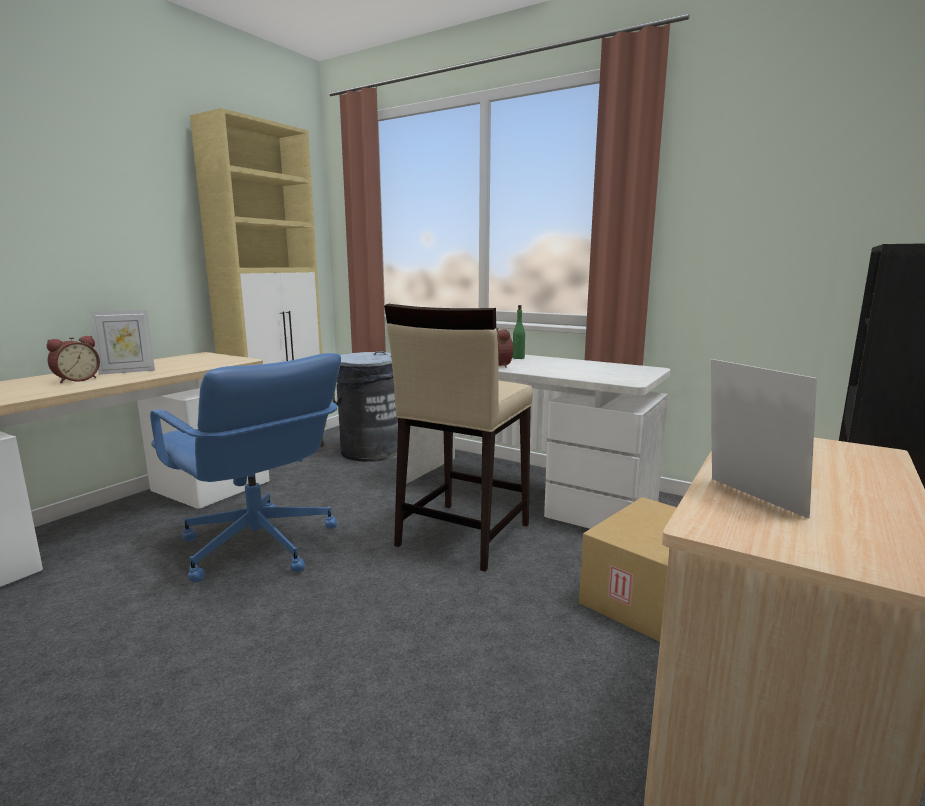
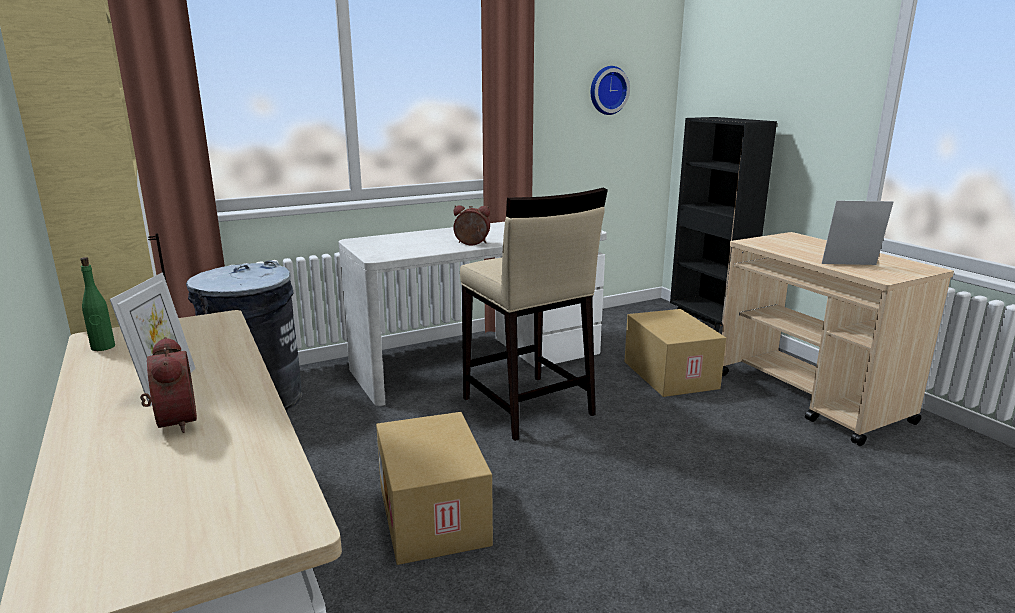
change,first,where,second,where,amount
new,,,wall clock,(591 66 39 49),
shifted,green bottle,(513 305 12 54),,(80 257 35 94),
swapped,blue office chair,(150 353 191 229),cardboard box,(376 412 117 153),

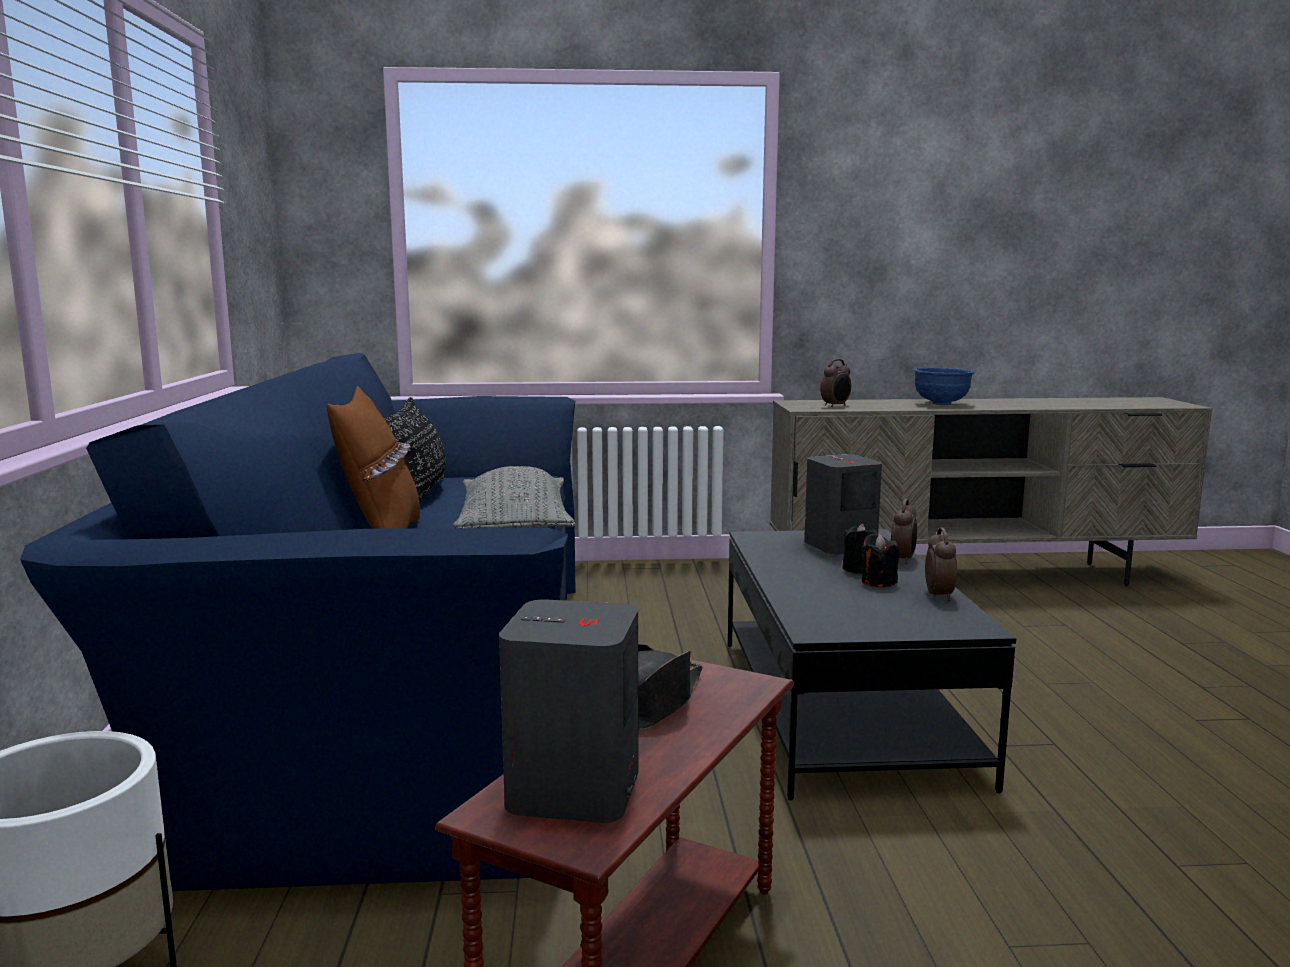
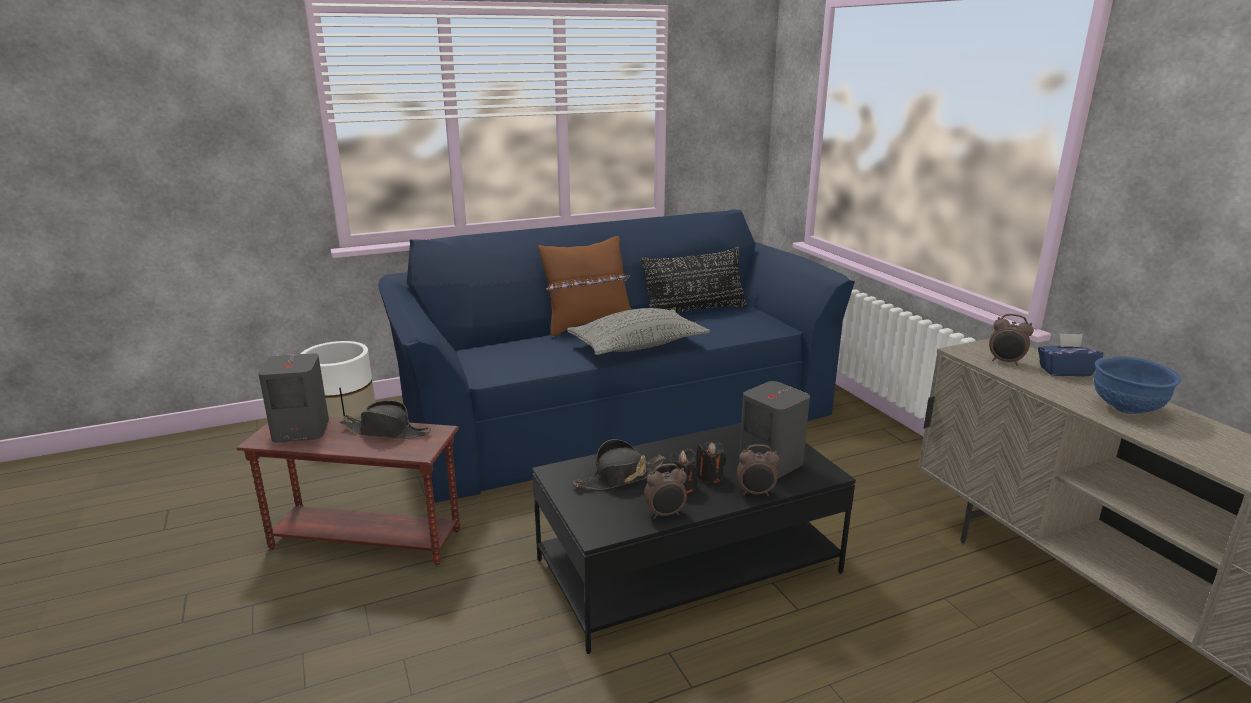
change,first,where,second,where,amount
new,,,black hat,(572 439 94 51),
new,,,blue tissue box,(1038 333 66 43),

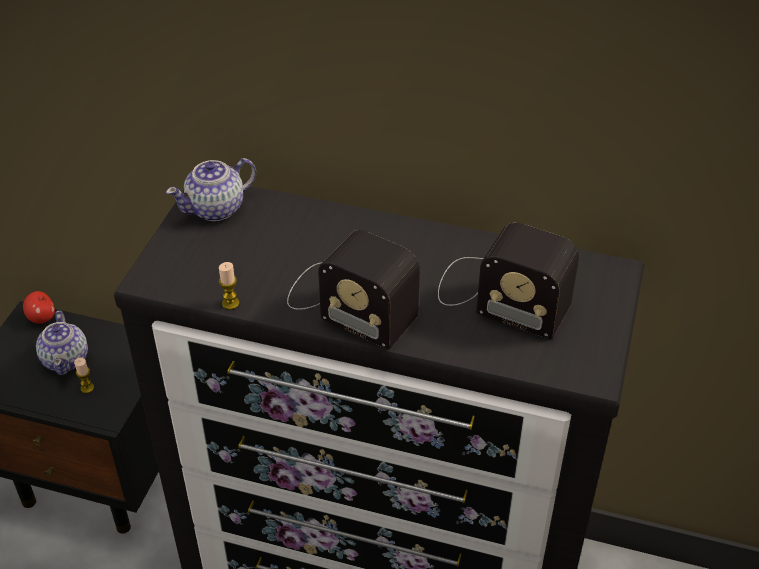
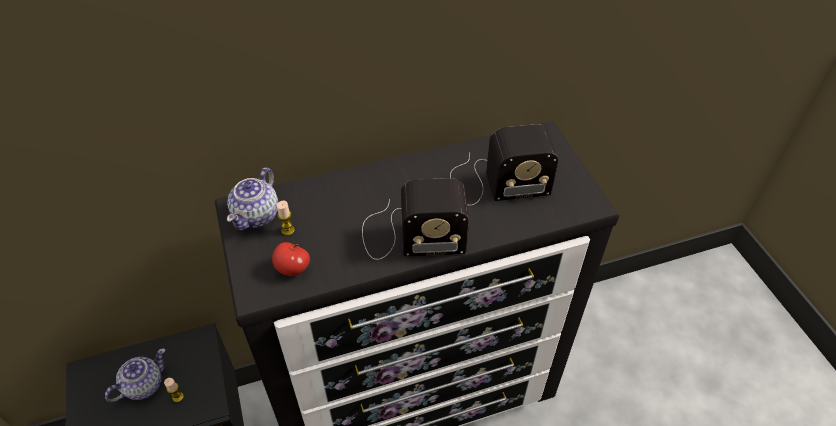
change,first,where,second,where,amount
shifted,apple,(23 291 32 33),,(272 242 38 34),
shifted,candle,(219 262 21 48),,(277 201 18 35),
rotated,teapot,(36 310 52 65),,(105 348 61 55),90 degrees counterclockwise

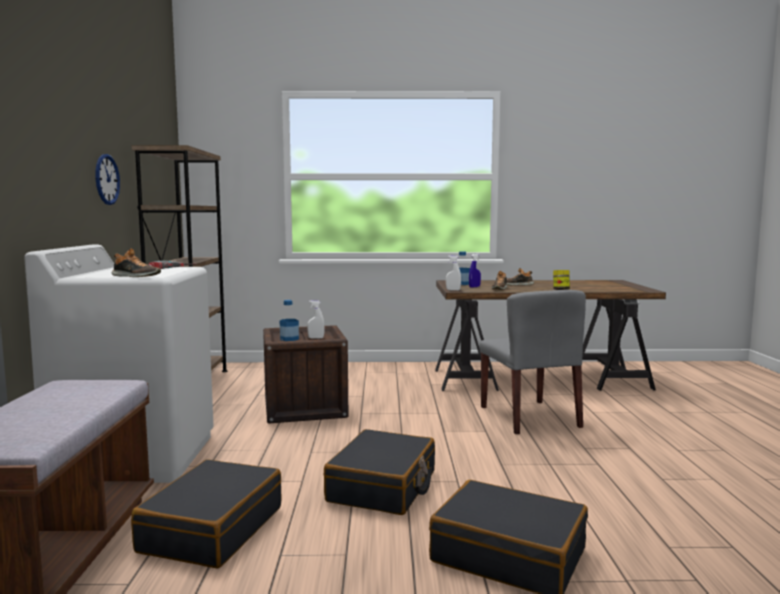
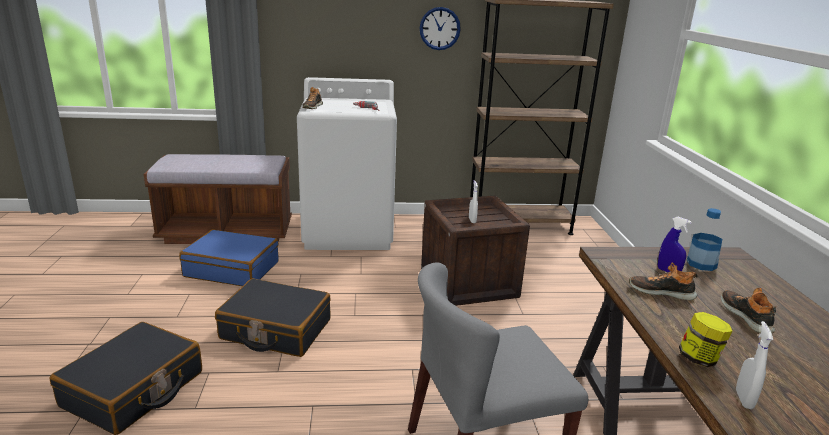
change,first,where,second,where,amount
gone,bottle,(280 300 19 41),,,
shifted,white spray bottle,(446 256 15 35),,(736 321 37 88),
repainted,black suitcase,(131 459 151 109),blue suitcase,(179 230 100 56),

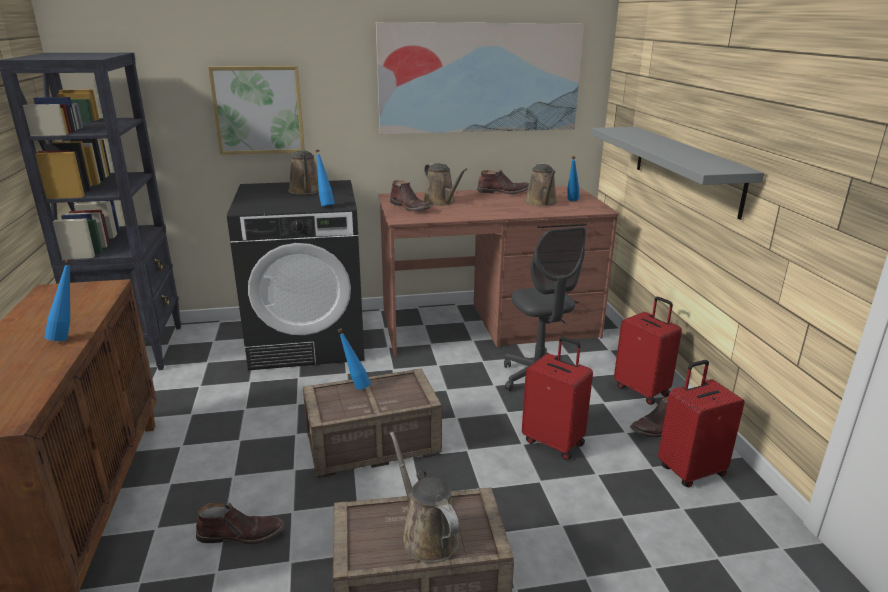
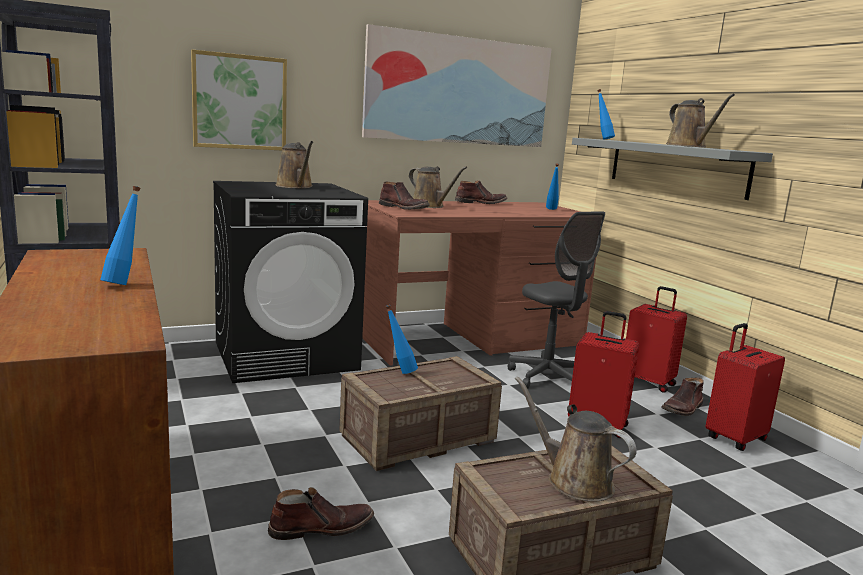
change,first,where,second,where,amount
shifted,blue bottle,(315 150 20 56),,(597 89 18 50),
shifted,brown watering can,(525 164 33 42),,(666 93 69 54),

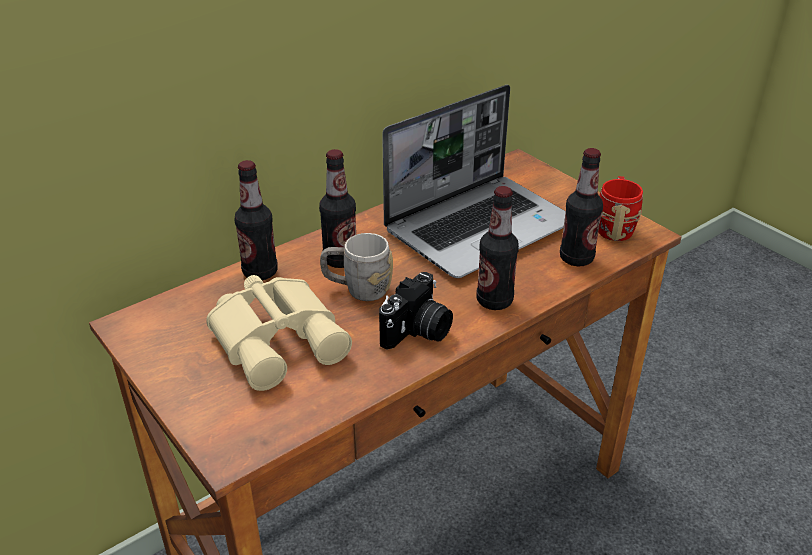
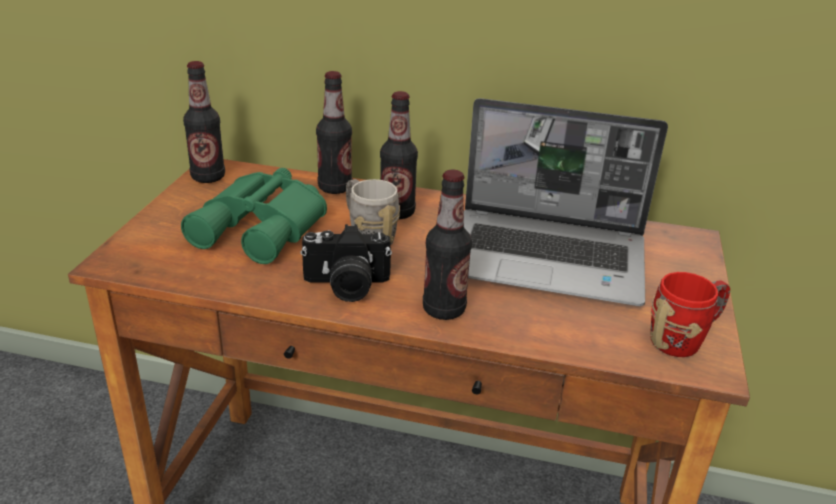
change,first,where,second,where,amount
shifted,bottle,(560 148 43 118),,(183 61 42 122),
repainted,beige binoculars,(206 275 146 116),green binoculars,(181 168 146 96),

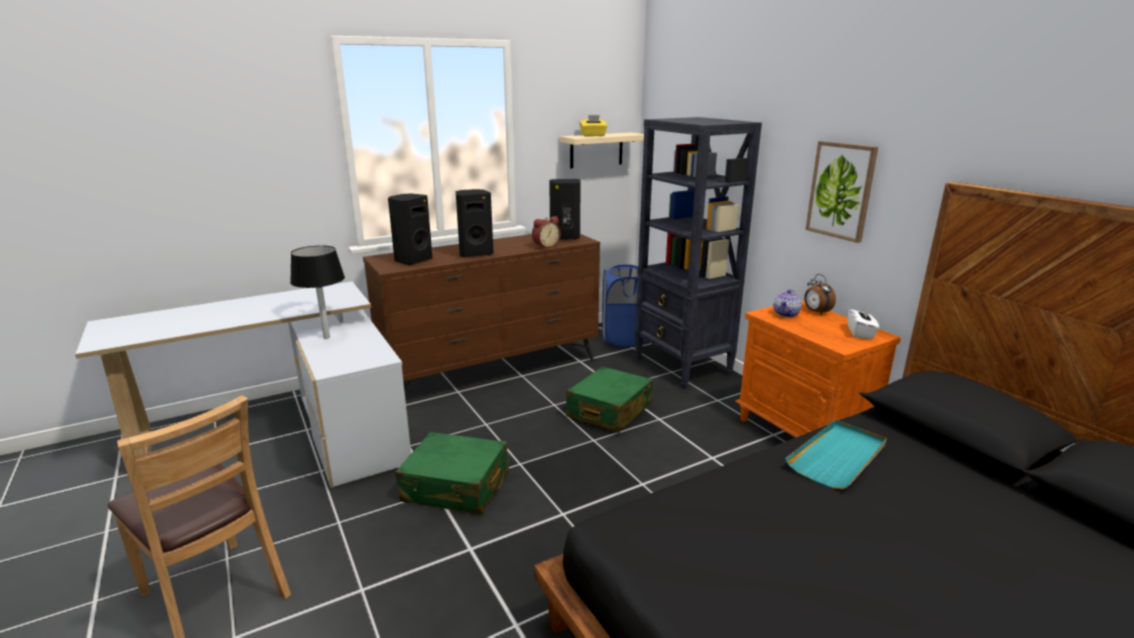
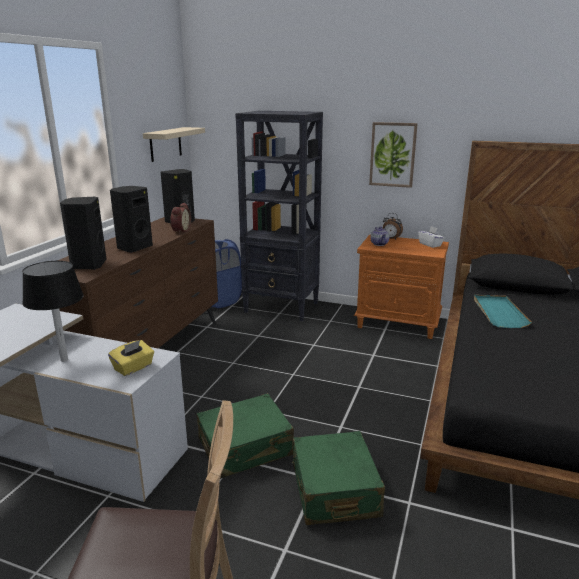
change,first,where,second,where,amount
shifted,green suitcase,(566 366 87 67),,(292 431 93 94),
shifted,yellow tissue box,(580 115 27 22),,(108 340 46 36),

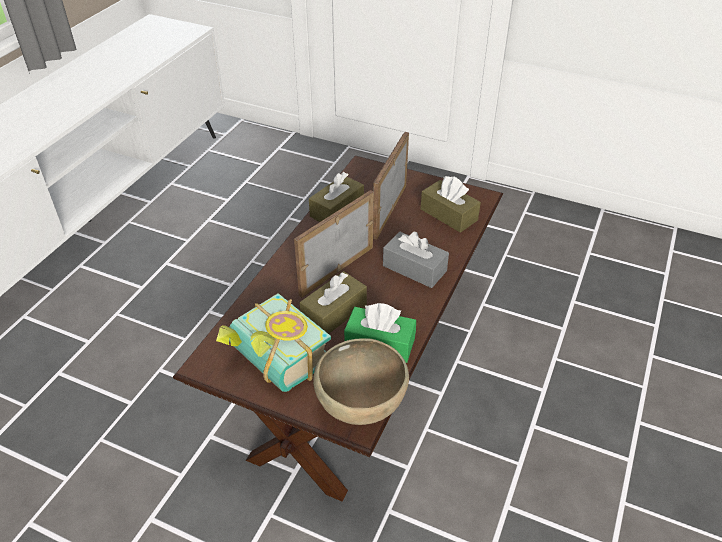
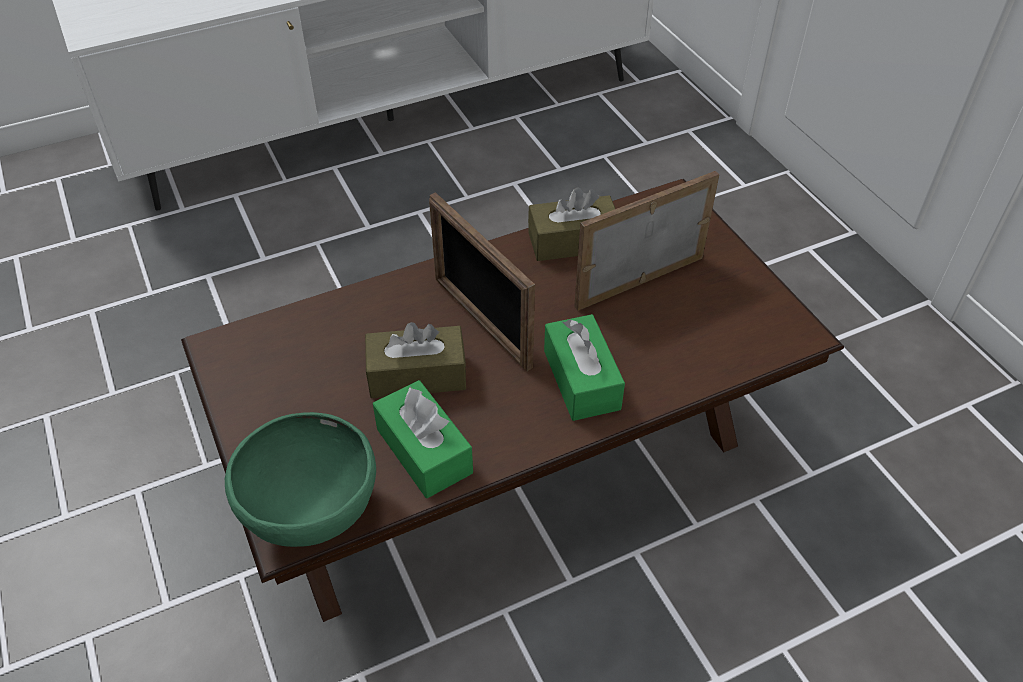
change,first,where,second,where,amount
gone,book,(216 293 115 99),,,
gone,brown tissue box,(421 176 60 57),,,
repainted,brown bowl,(313 338 96 87),green bowl,(225 412 151 135),
repainted,grey tissue box,(383 232 66 56),green tissue box,(544 314 81 107),
rotated,picture frame,(294 190 80 108),,(429 192 106 179),120 degrees counterclockwise

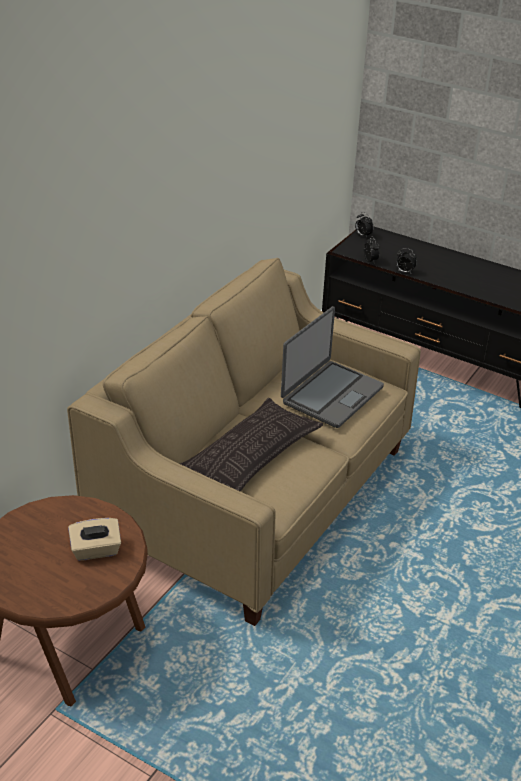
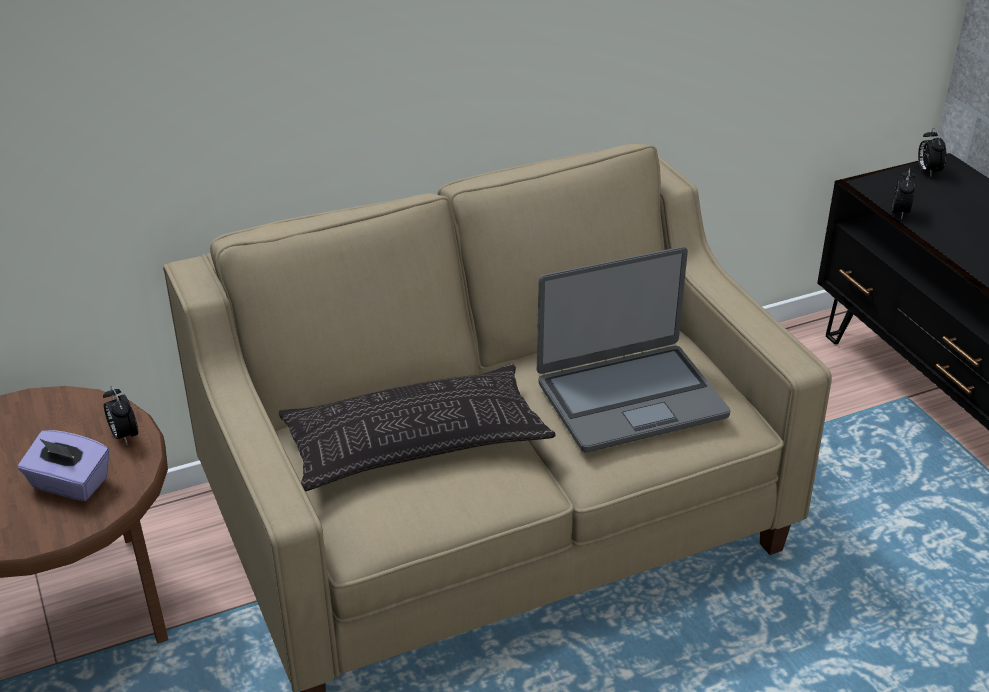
change,first,where,second,where,amount
shifted,alarm clock,(396 248 21 25),,(103 386 35 59),
repainted,beige tissue box,(68 518 53 43),purple tissue box,(18 430 91 71),

